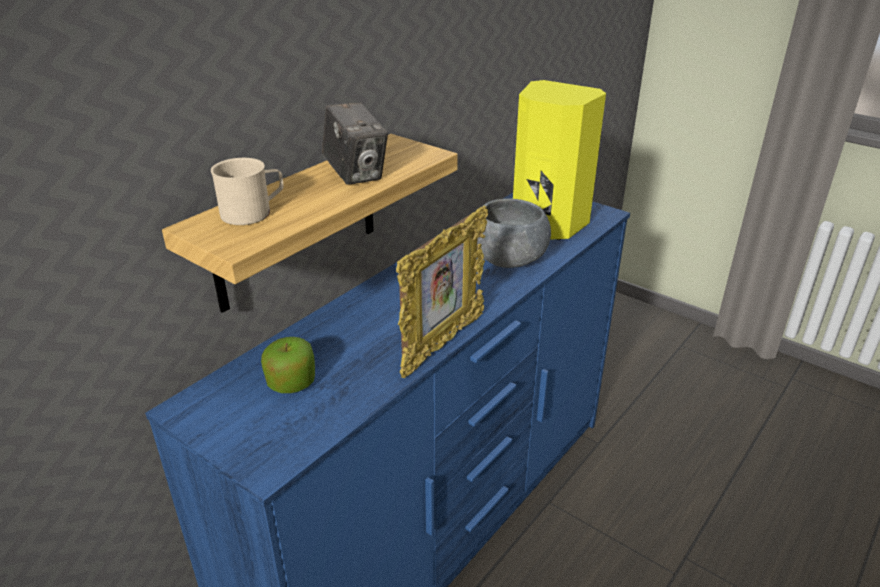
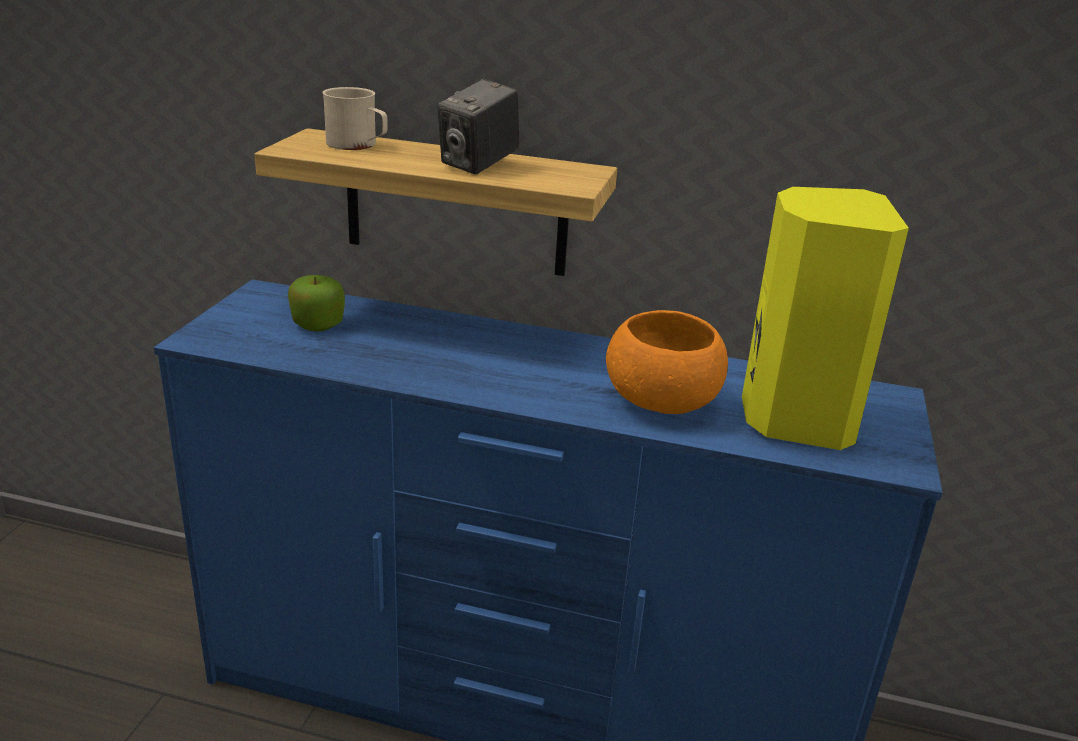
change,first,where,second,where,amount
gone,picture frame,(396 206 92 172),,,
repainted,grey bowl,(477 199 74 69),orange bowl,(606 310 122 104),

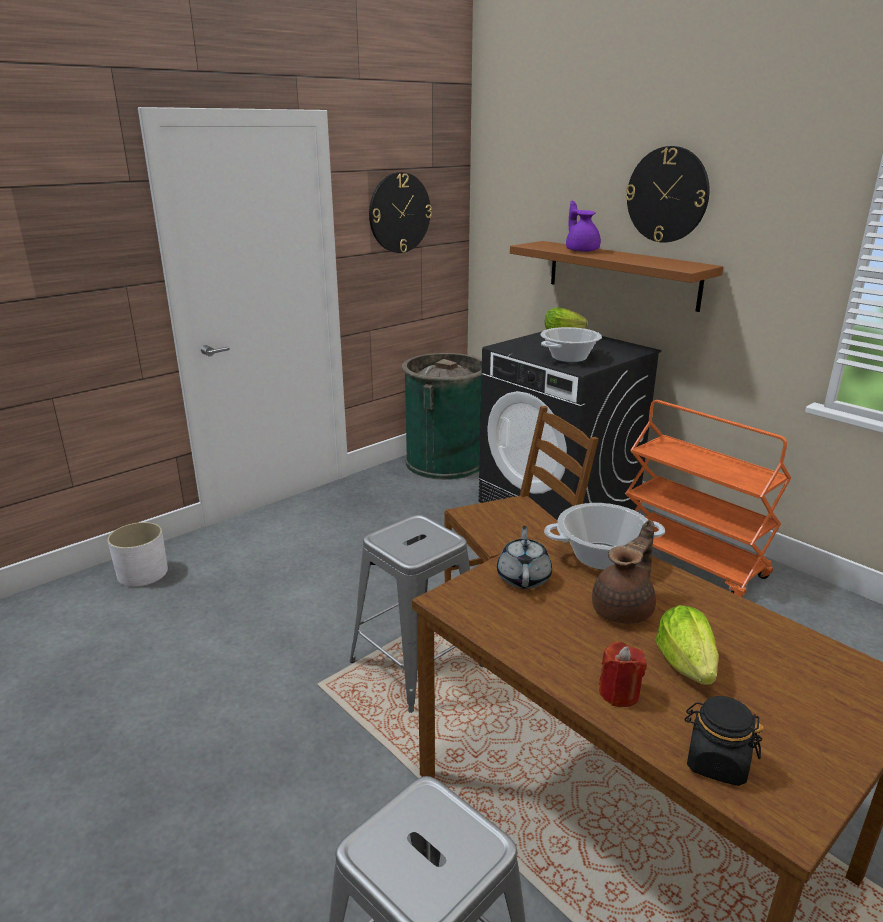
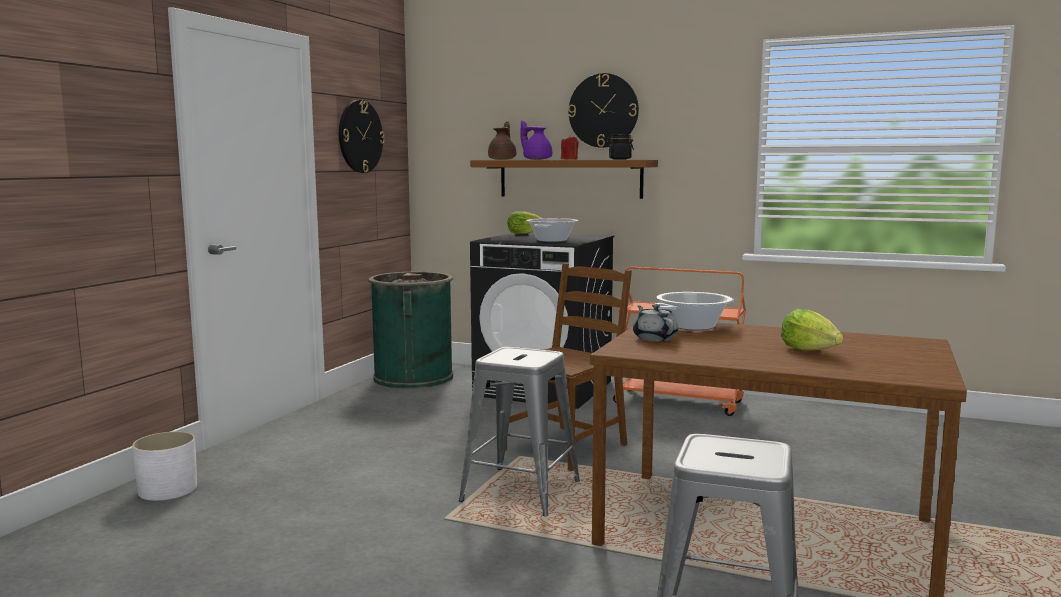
change,first,where,second,where,amount
shifted,brown teapot,(592 520 64 104),,(488 121 28 39),
shifted,red candle,(599 641 48 66),,(561 135 18 25),
shifted,black jar,(685 696 79 90),,(606 134 28 26),

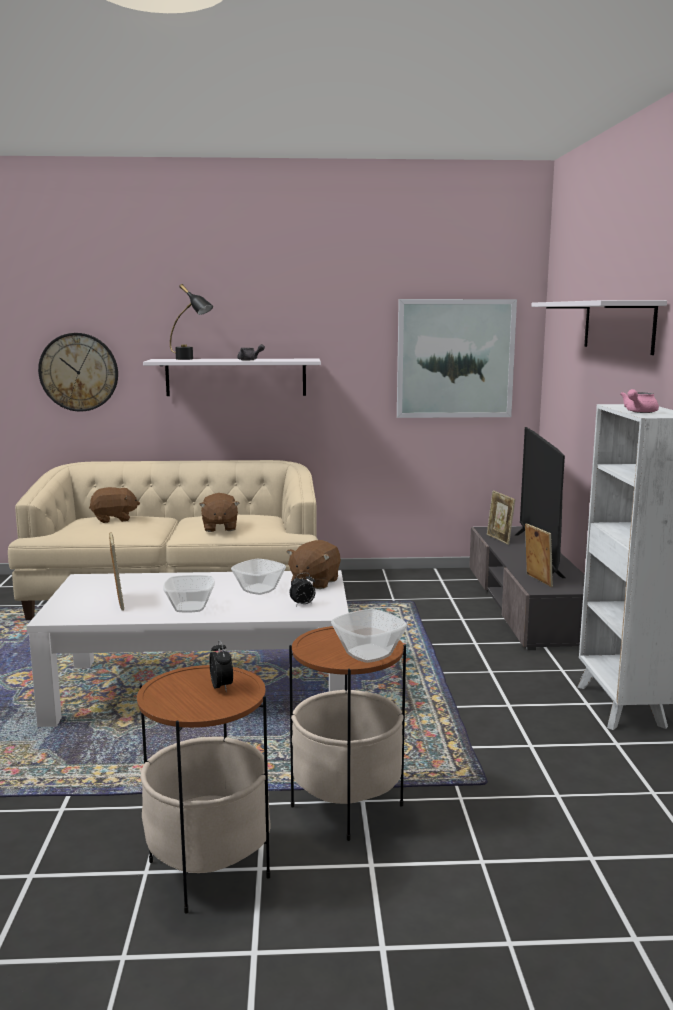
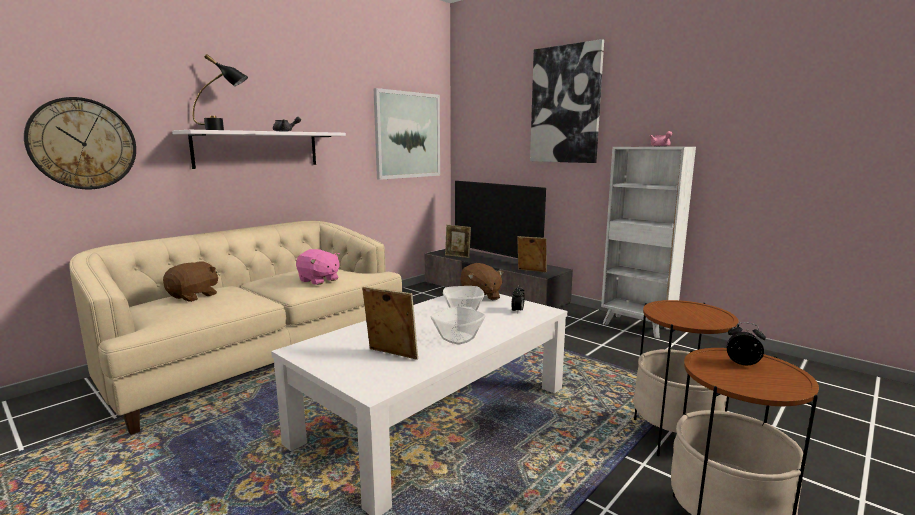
change,first,where,second,where,amount
gone,bowl,(331 609 77 54),,,
swapped,white shelf,(531 300 136 55),picture,(530 39 74 124),
repainted,brown plush toy,(199 493 41 39),pink plush toy,(296 249 44 36),

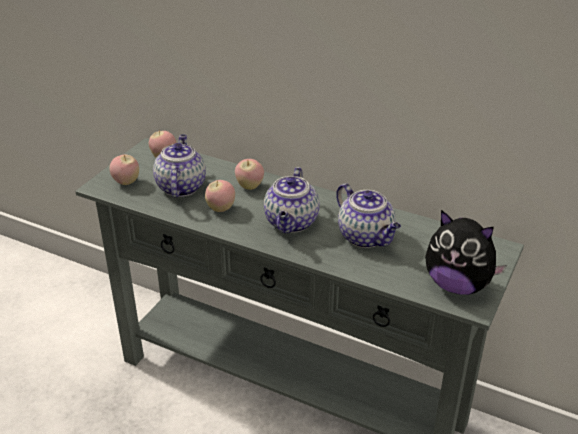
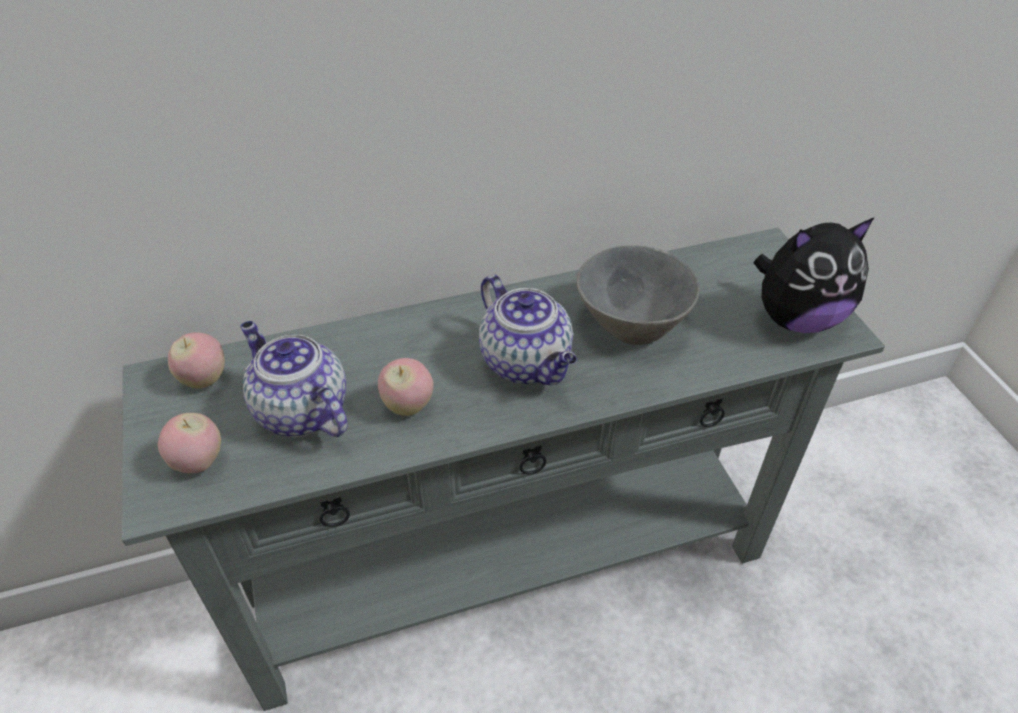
change,first,where,second,where,amount
gone,apple,(235 159 29 31),,,
swapped,teapot,(336 183 65 65),grey bowl,(576 245 124 100),

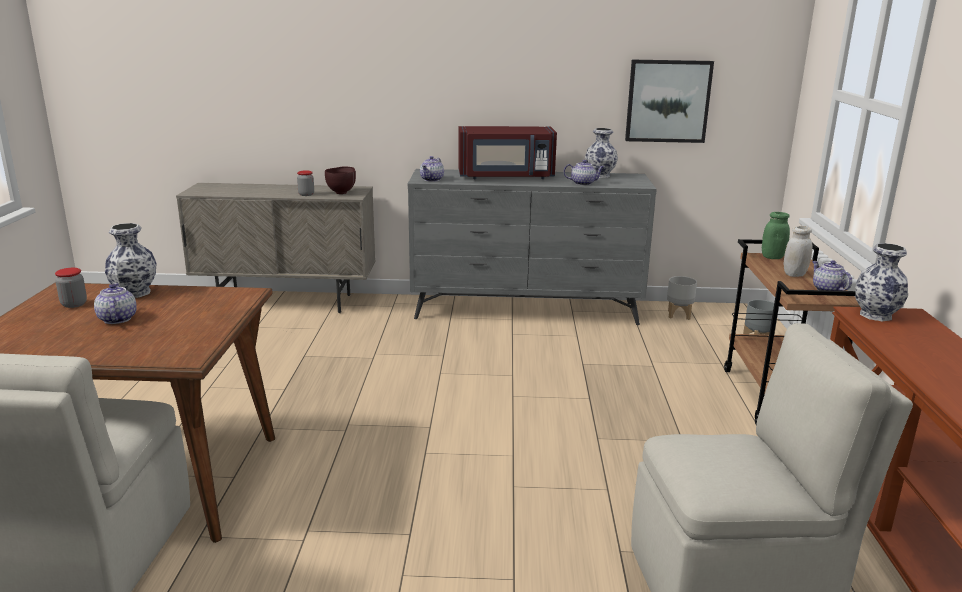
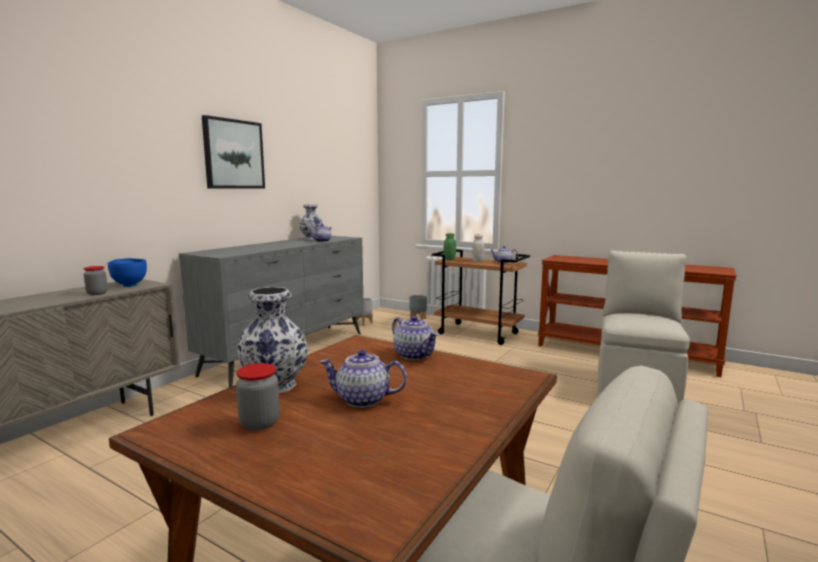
change,first,where,second,where,amount
gone,red microwave,(458 126 99 53),,,
gone,vase,(855 243 53 78),,,
shifted,teapot,(420 156 24 26),,(392 315 47 45),
shifted,picture,(625 60 89 83),,(202 115 63 73),
repainted,brown bowl,(325 166 31 28),blue bowl,(108 258 39 29),

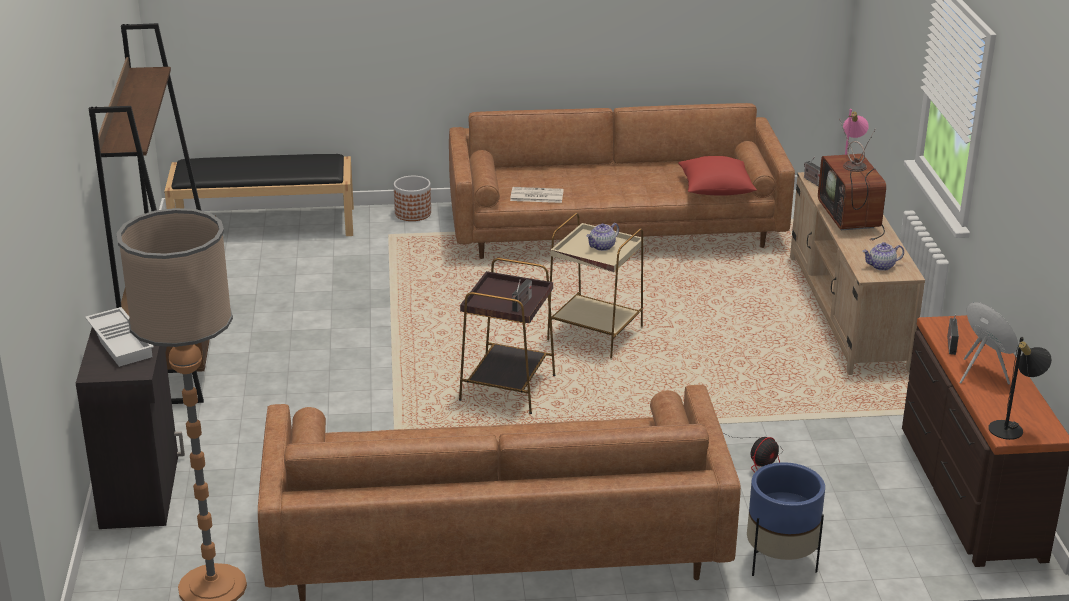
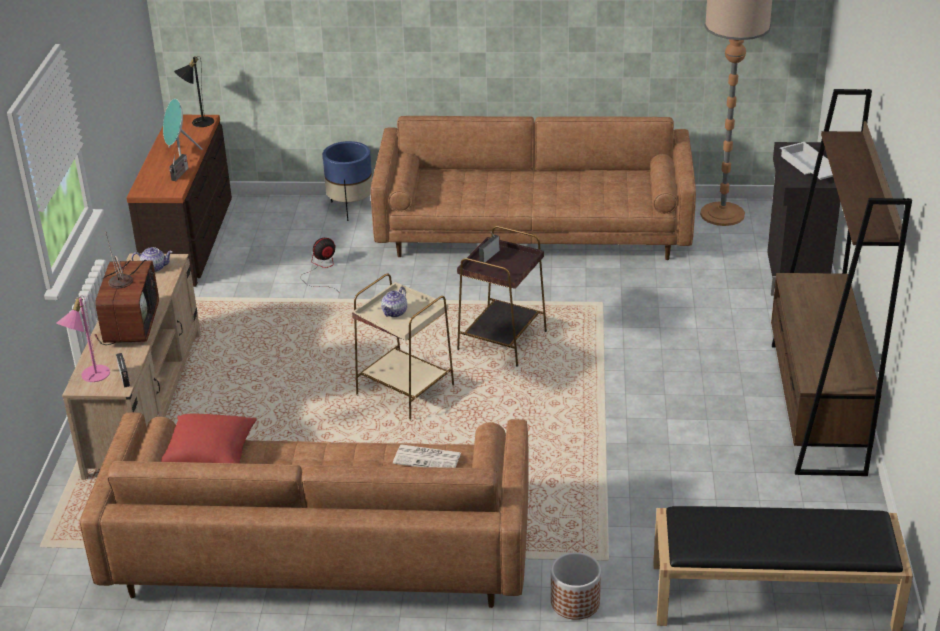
change,first,where,second,where,amount
rotated,teapot,(586 223 33 28),,(381 287 26 30),150 degrees clockwise

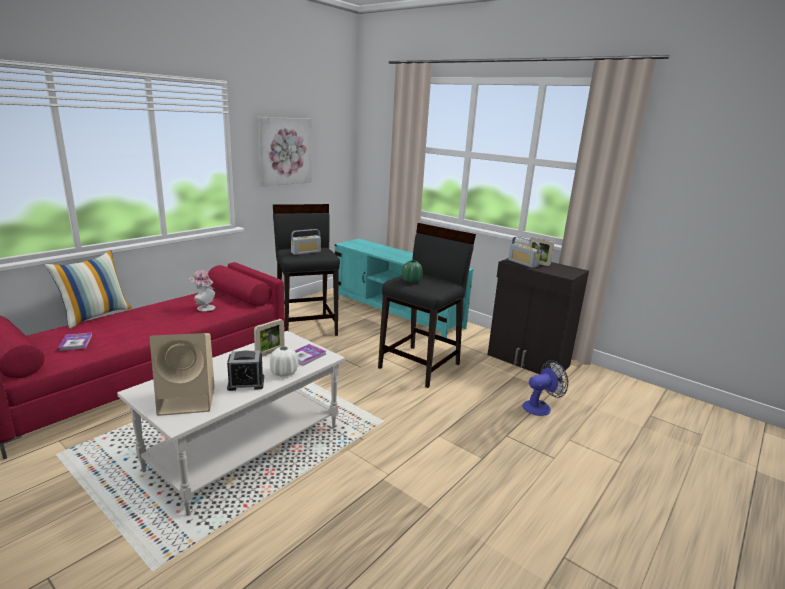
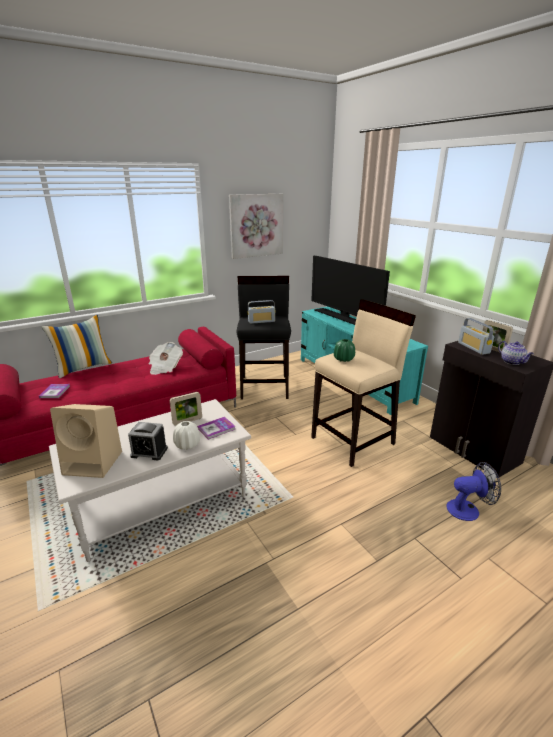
change,first,where,second,where,amount
new,,,television,(311 255 79 70),
new,,,teapot,(498 341 36 24),
swapped,hat,(189 270 26 42),newspaper,(149 342 34 33),
repainted,black stool,(378 223 98 165),beige stool,(311 299 105 168),

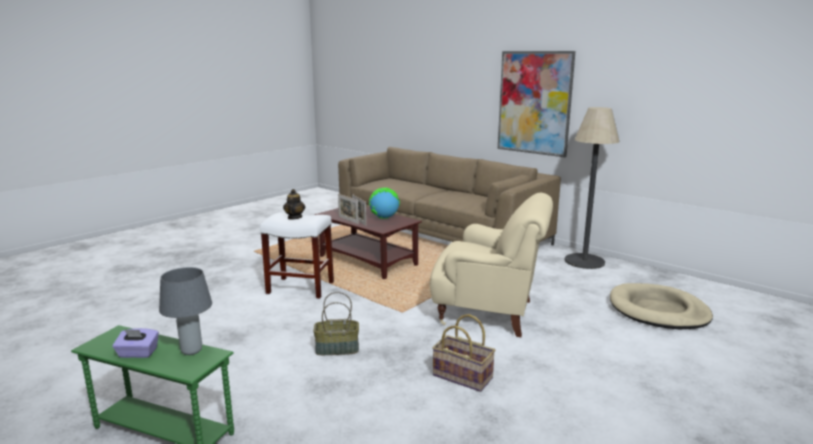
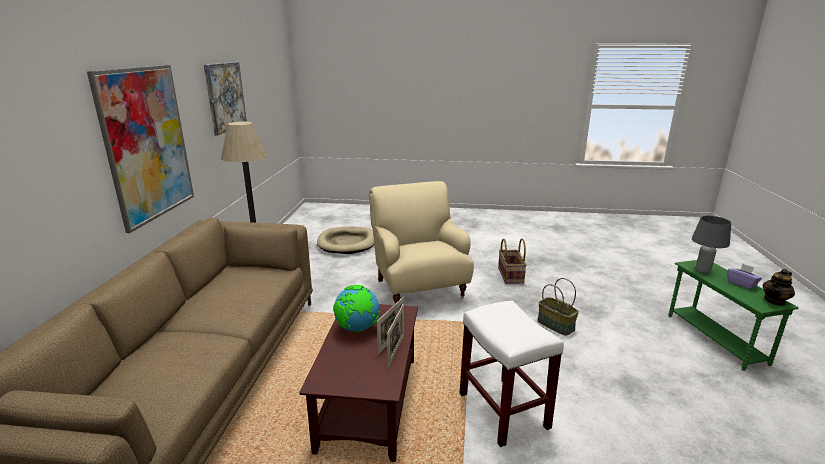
change,first,where,second,where,amount
new,,,picture,(204 62 43 73),
shifted,teapot,(283 189 22 31),,(763 269 32 37),

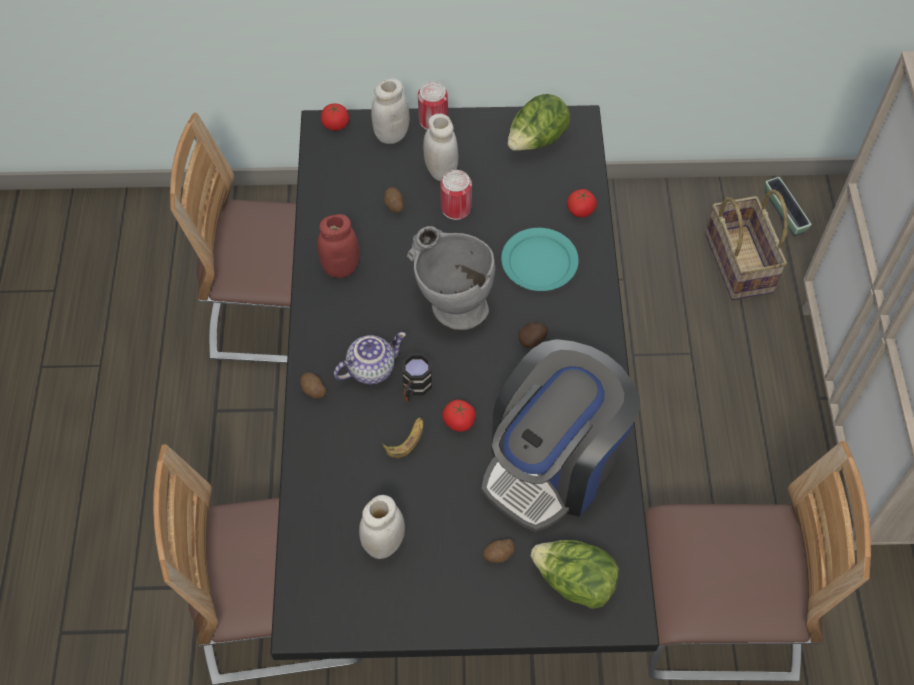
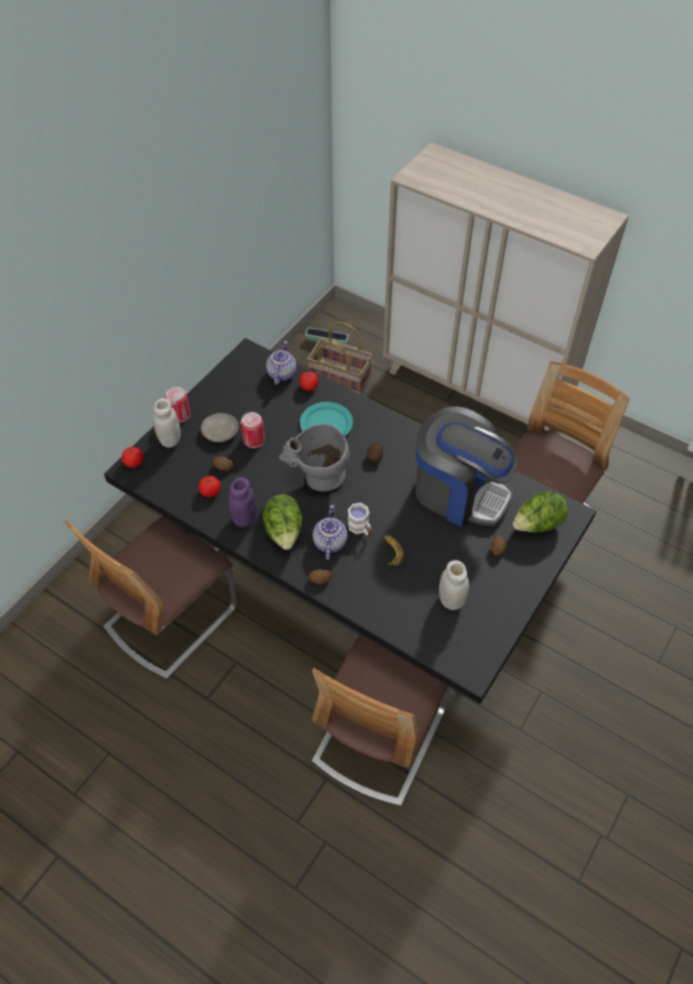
change,first,where,second,where,amount
new,,,teapot,(266 341 31 44),
shifted,tomato,(442 400 34 32),,(198 476 23 21),
shifted,lettuce,(507 94 63 57),,(263 494 39 56),
swapped,white jar,(423 113 35 68),beige plate,(201 413 38 29),
repainted,red jar,(317 214 43 64),purple jar,(228 477 28 50),
repainted,black mug,(402 353 30 48),white mug,(348 503 23 33),
rotated,coffee machine,(482 339 158 193),,(415 406 103 121),45 degrees counterclockwise

